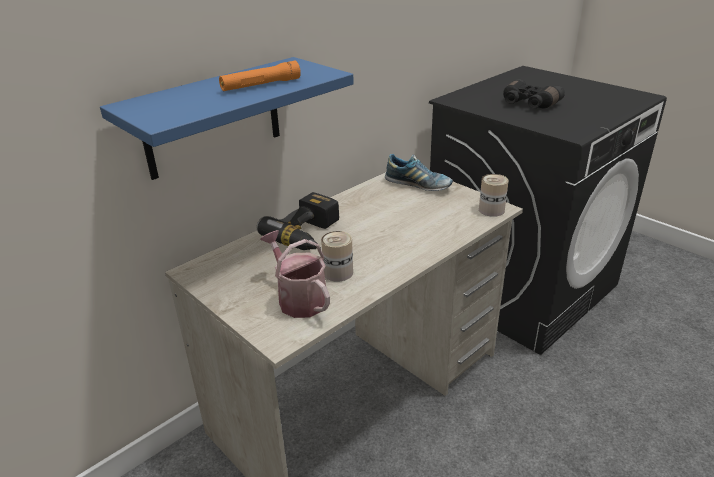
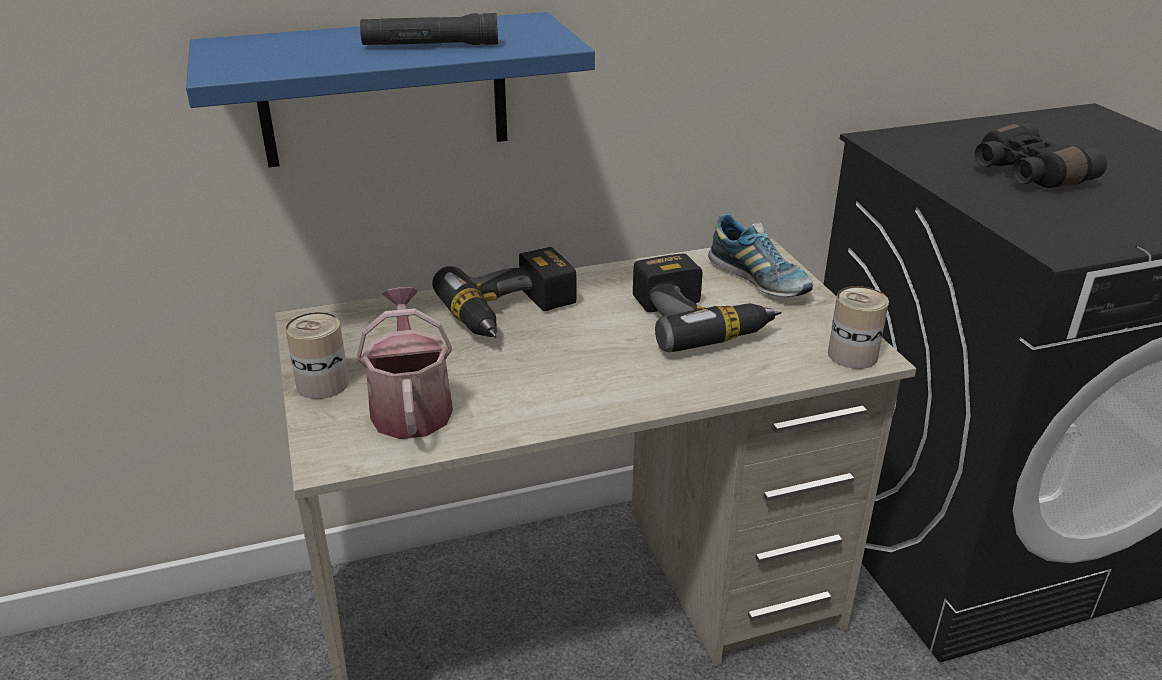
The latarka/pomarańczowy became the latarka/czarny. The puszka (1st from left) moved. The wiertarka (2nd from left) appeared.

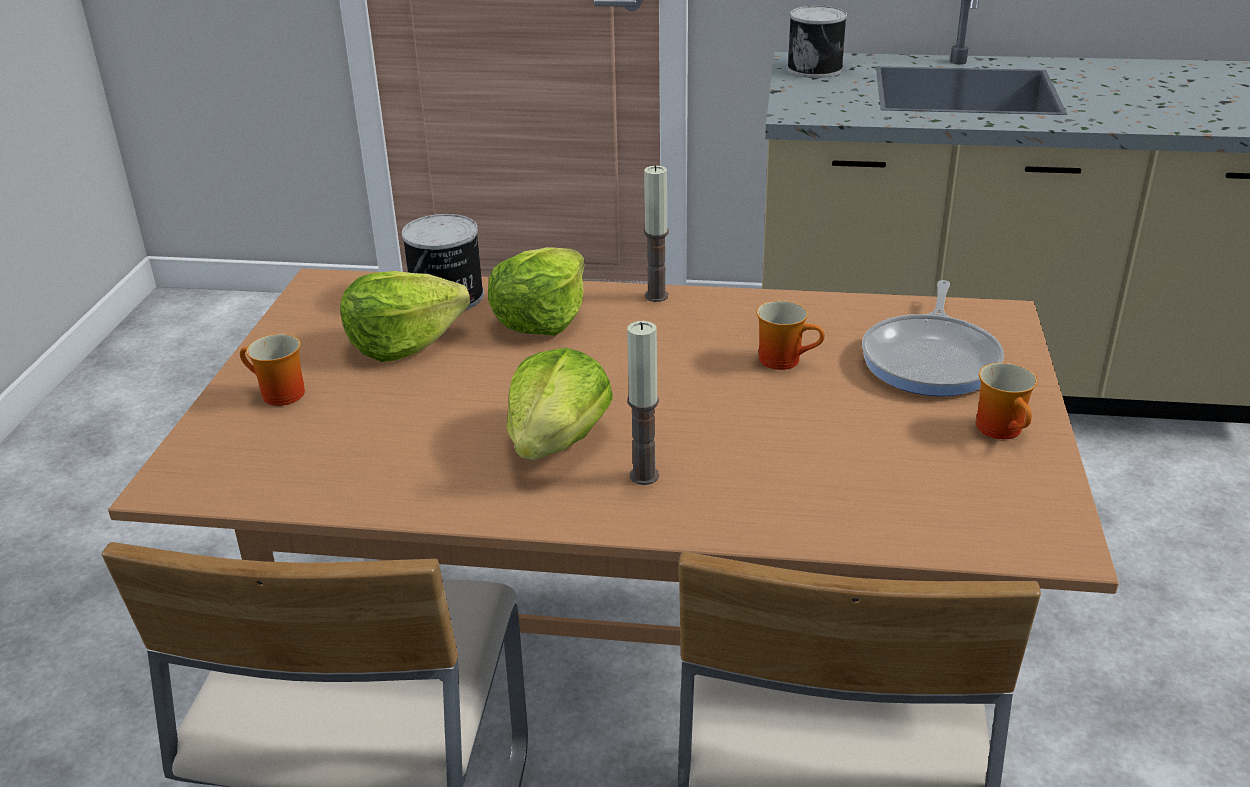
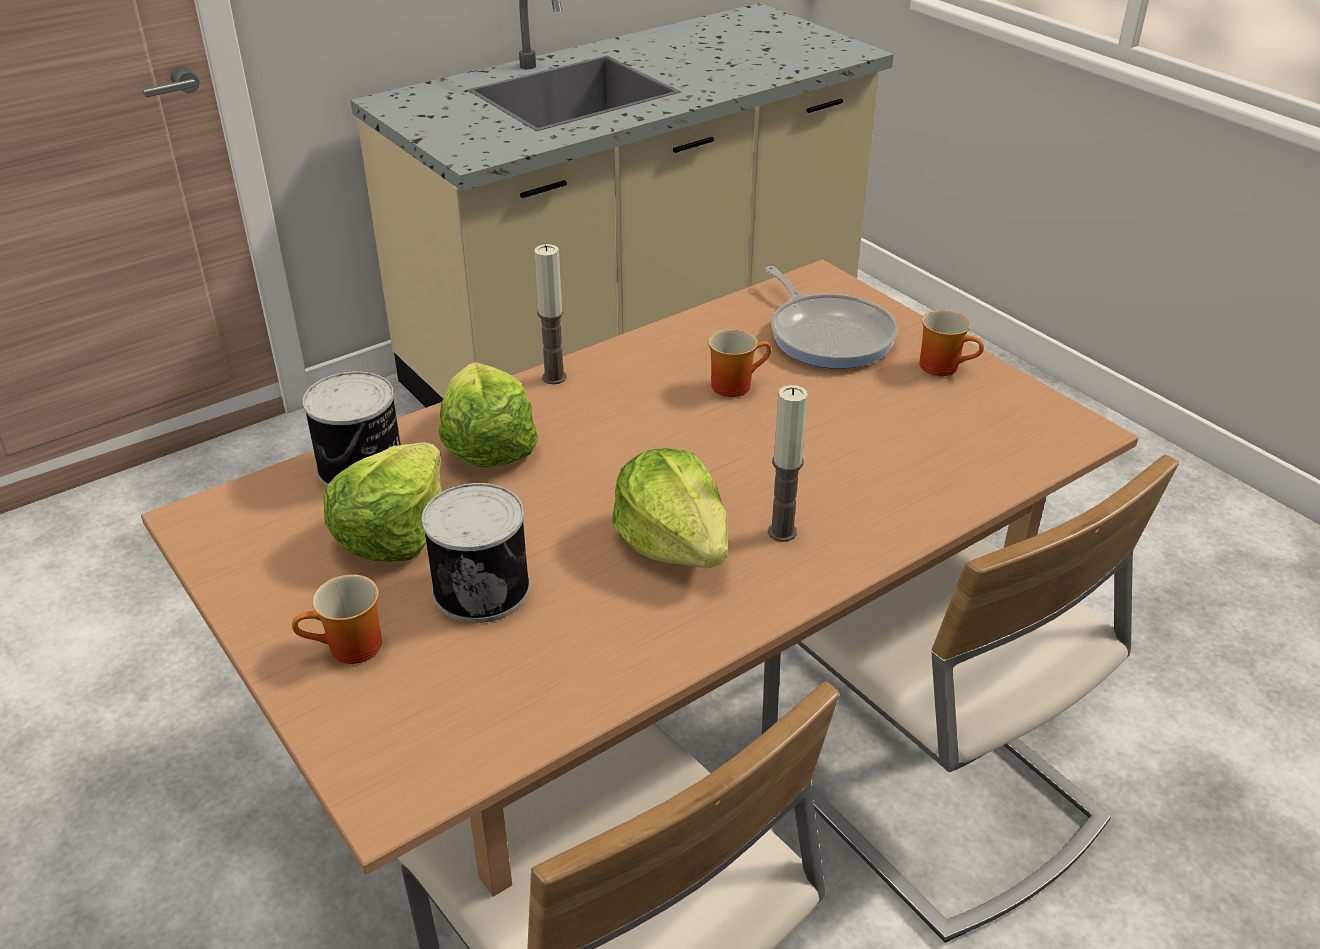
The puszka (2nd from left) moved.

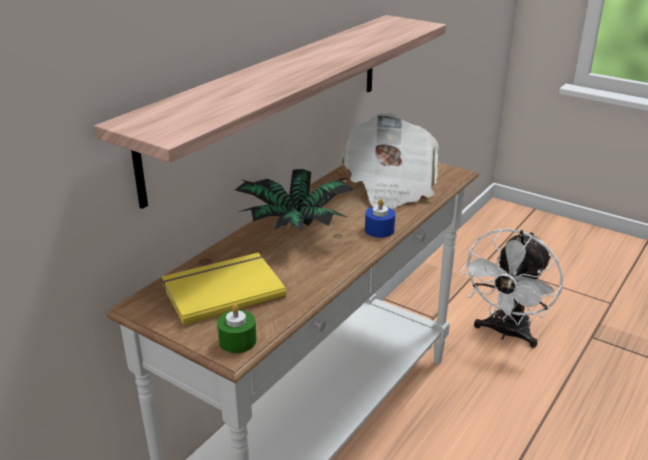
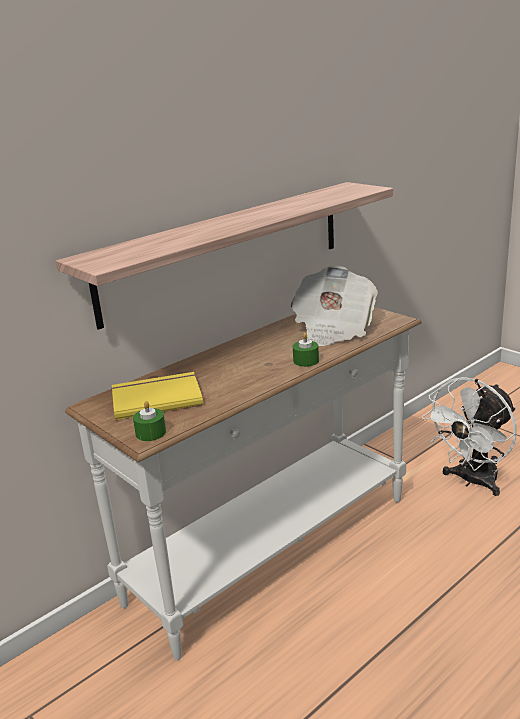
The roślina doniczkowa disappeared. The świeca/niebieski became the świeca/zielony (2nd from left).

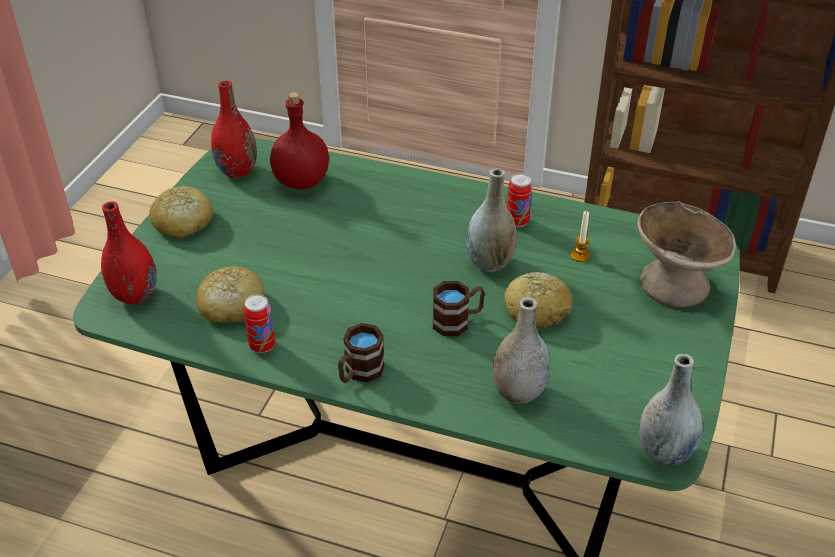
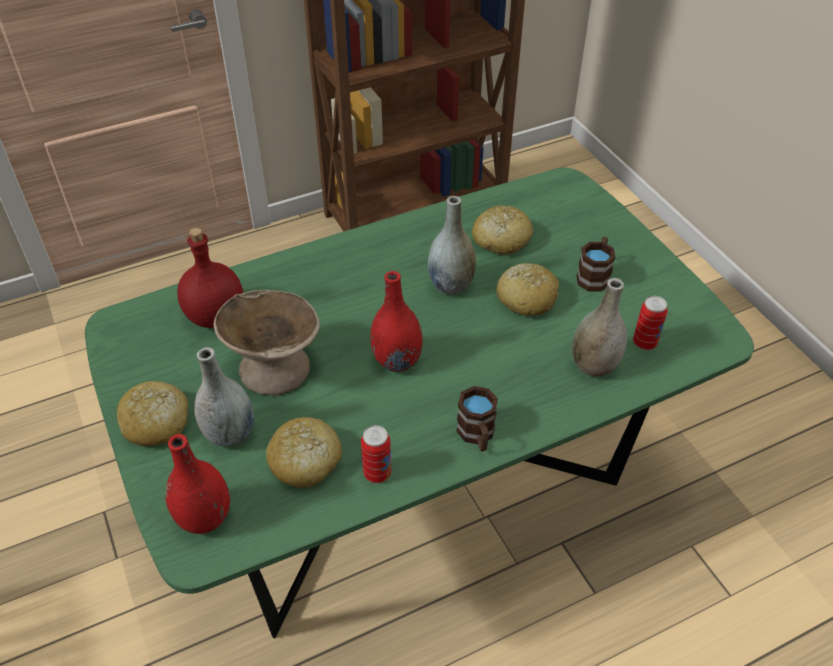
The wazon/czerwony (2nd from left) moved. The puszka (2nd from left) moved. The miska/beżowy moved. The świeca was replaced by the chleb (3rd from left). The kubek/brązowy (2nd from left) moved. The wazon/szary (3rd from left in the first image) moved.

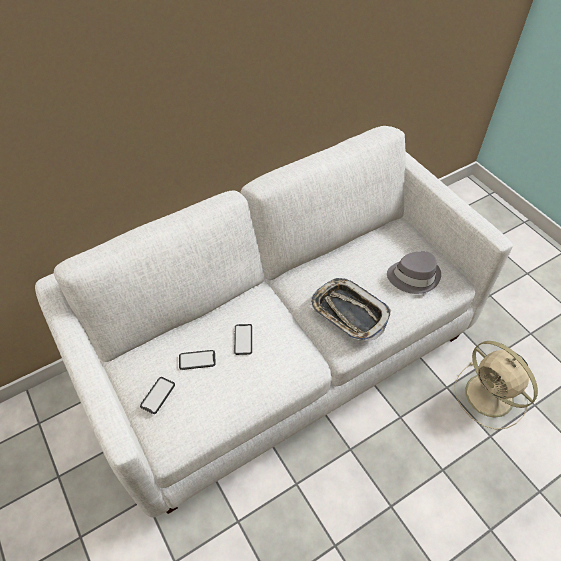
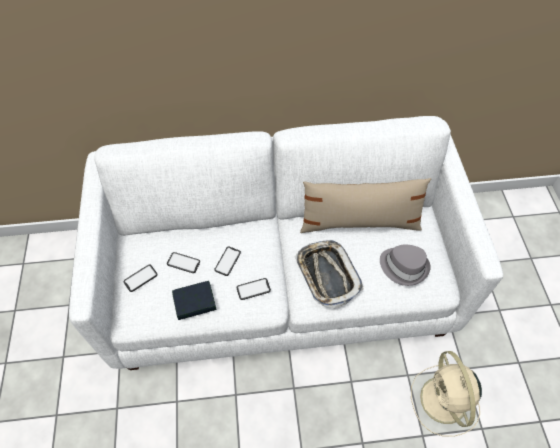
The poduszka/beżowy appeared. The telefon (4th from left) appeared. The książka appeared.

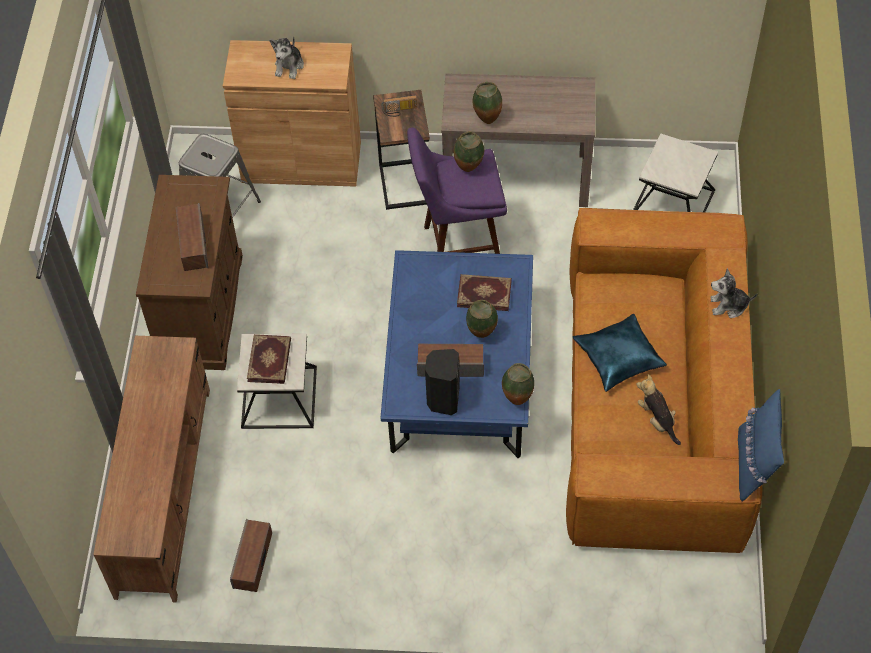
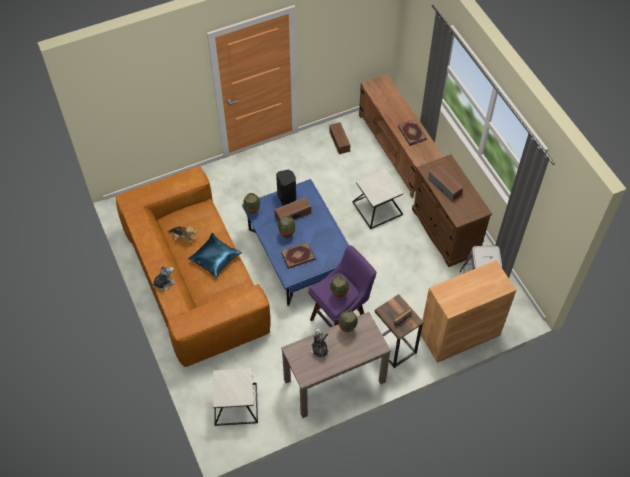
The pluszak (1st from left in the first image) moved. The książka (1st from left in the first image) moved. The poduszka/niebieski (2nd from left) disappeared.

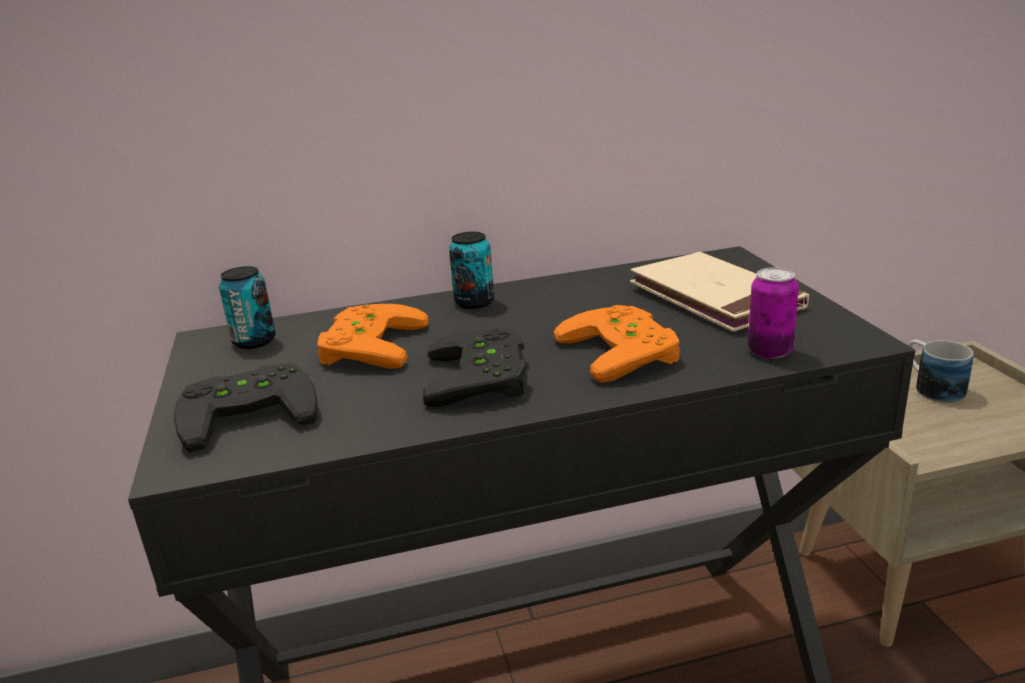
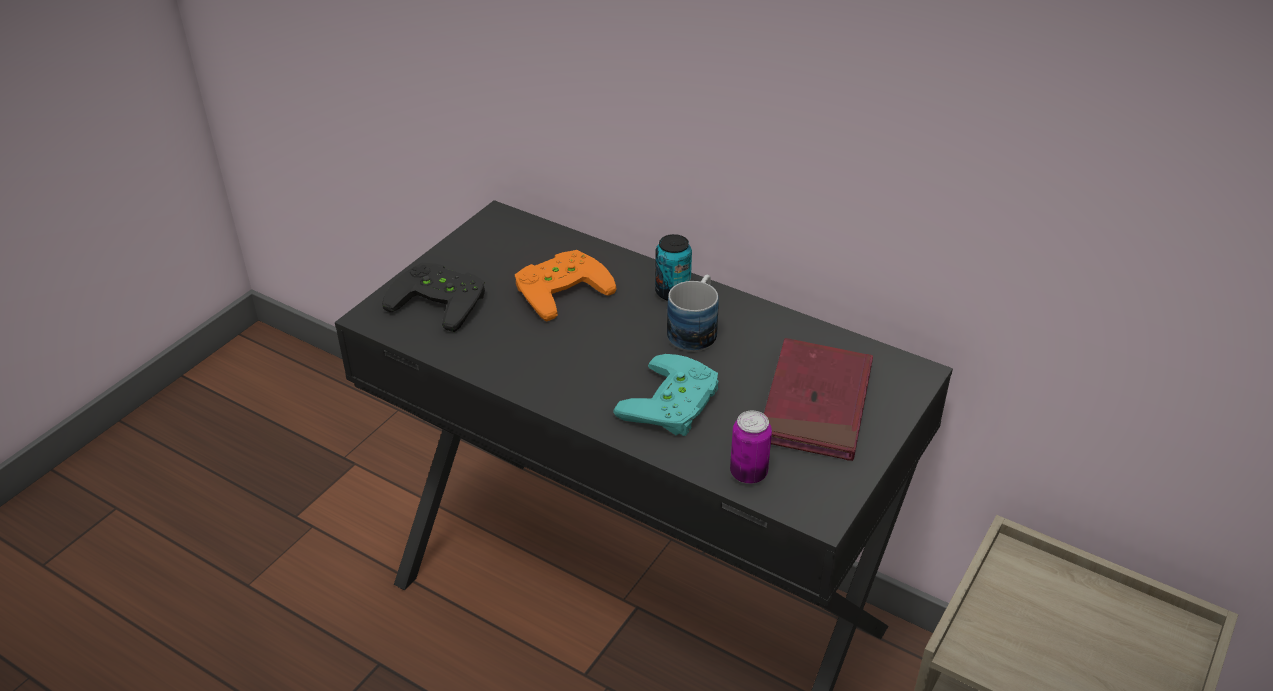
The książka/beżowy became the książka/czerwony. The puszka (1st from left) disappeared. The pad do gier/pomarańczowy (2nd from left) became the pad do gier/turkusowy. The pad do gier/czarny (2nd from left) disappeared. The kubek moved.

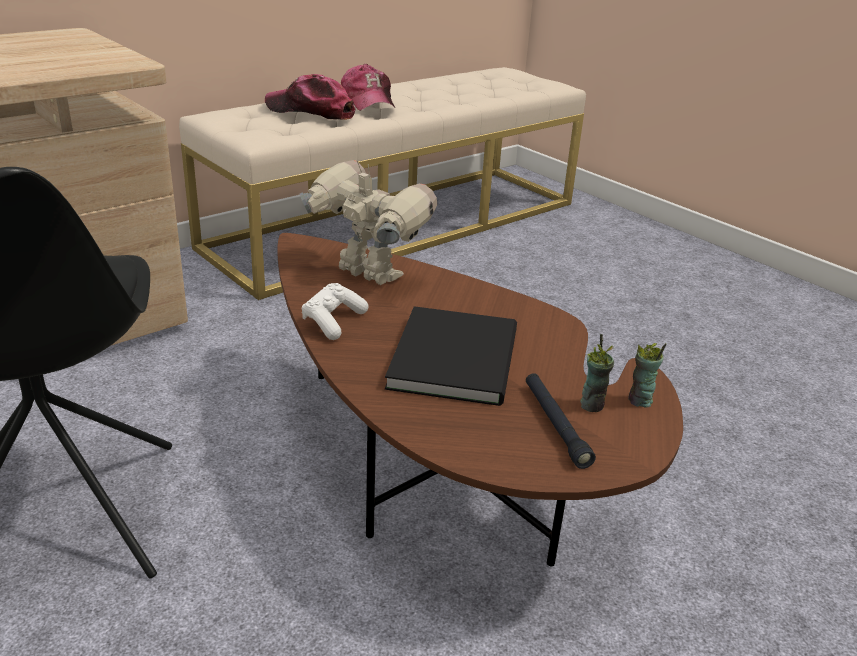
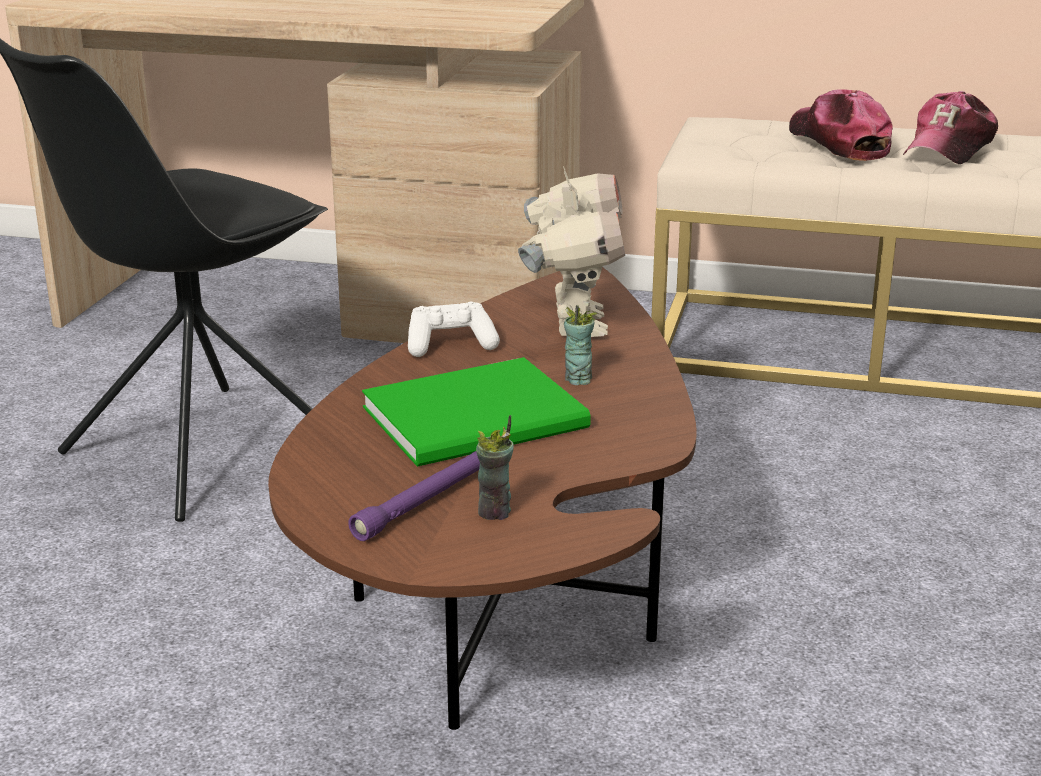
The książka/czarny became the książka/zielony. The filiżanka (2nd from left) moved. The latarka/czarny became the latarka/fioletowy.

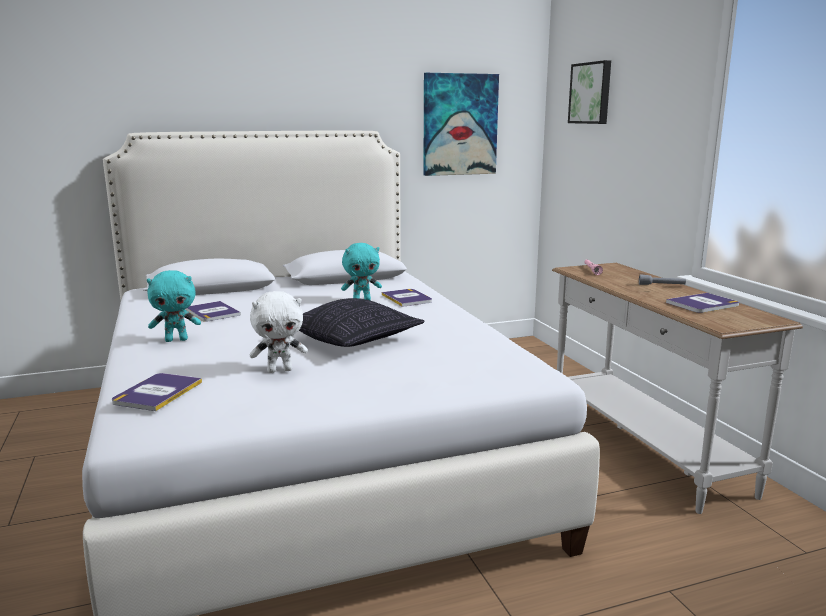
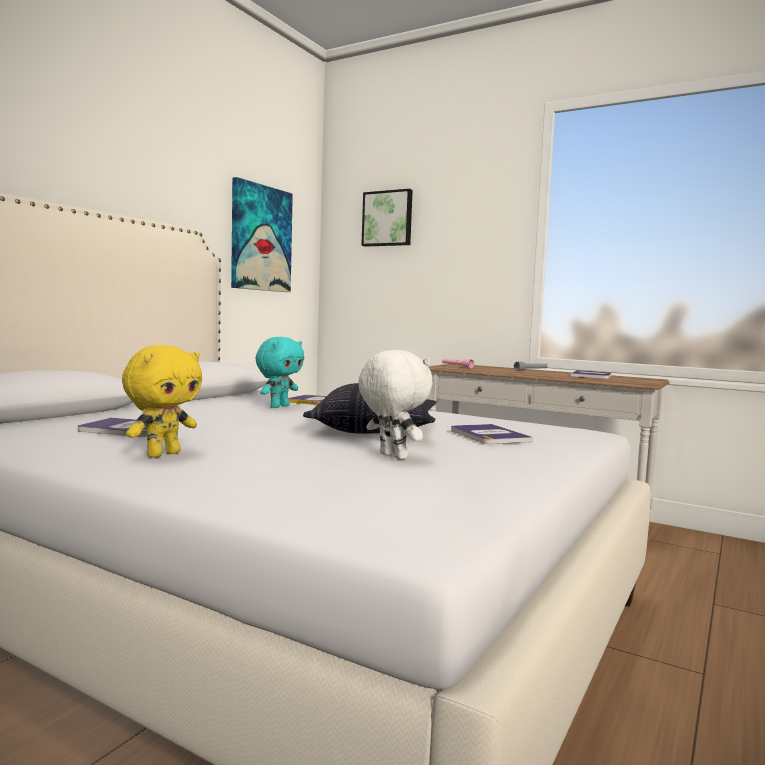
The pluszak/turkusowy (1st from left) became the pluszak/żółty. The pluszak/biały turned 75 degrees counterclockwise. The książka (1st from left in the first image) moved.

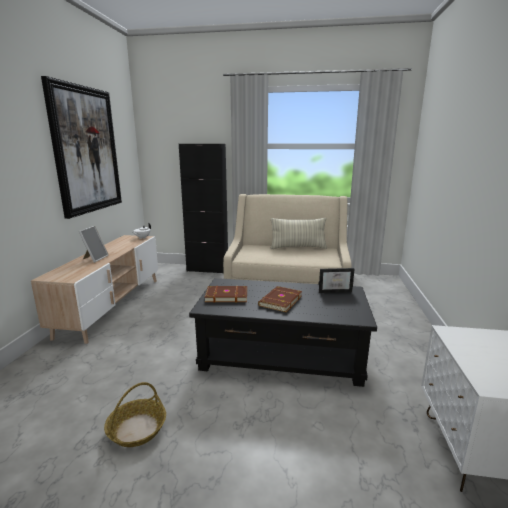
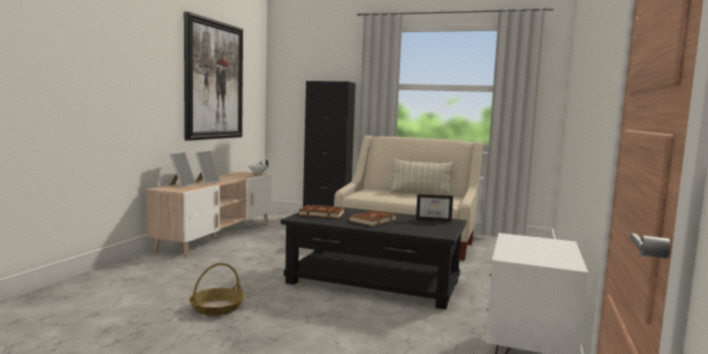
The ramka na zdjęcie (1st from left) appeared.

